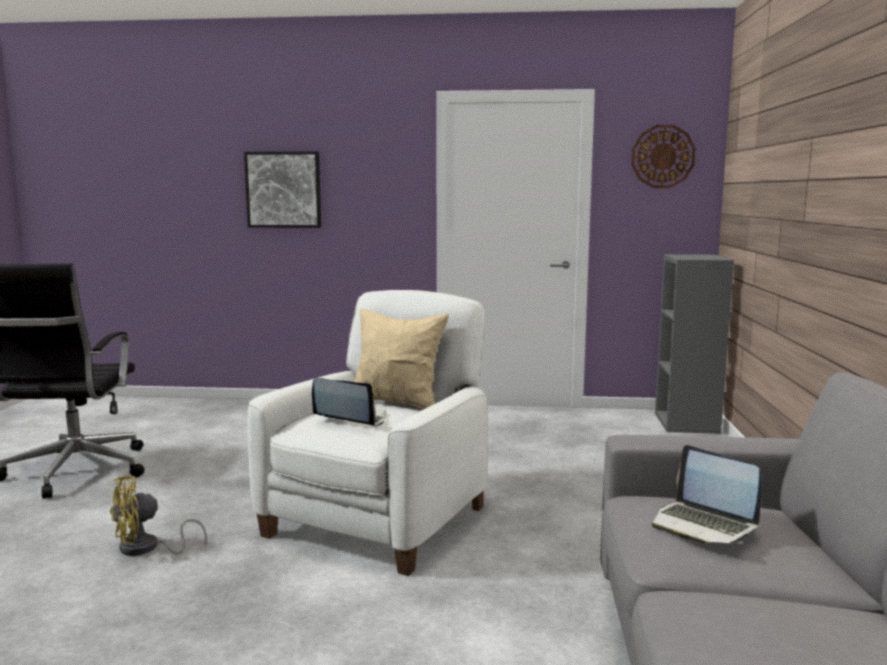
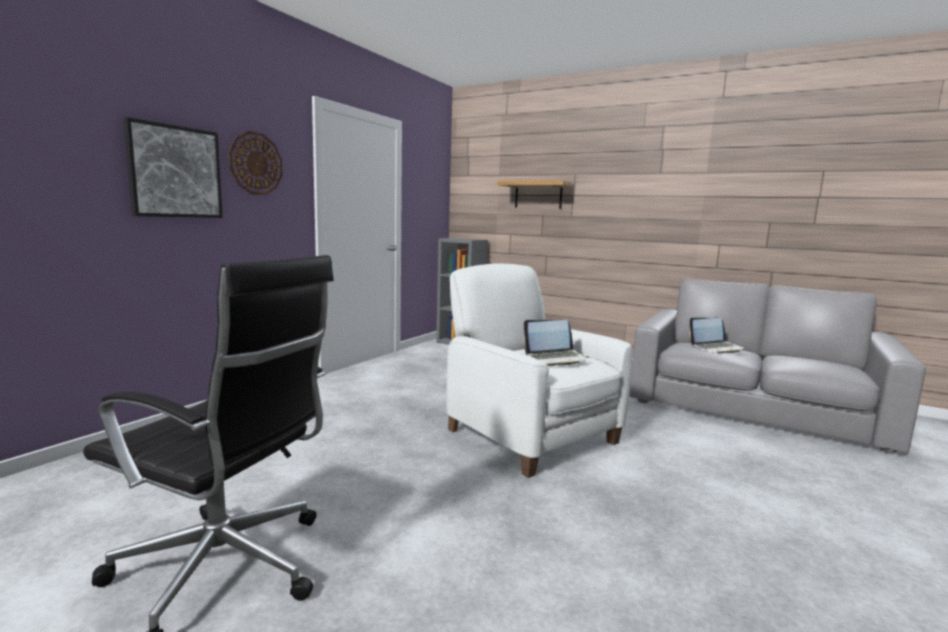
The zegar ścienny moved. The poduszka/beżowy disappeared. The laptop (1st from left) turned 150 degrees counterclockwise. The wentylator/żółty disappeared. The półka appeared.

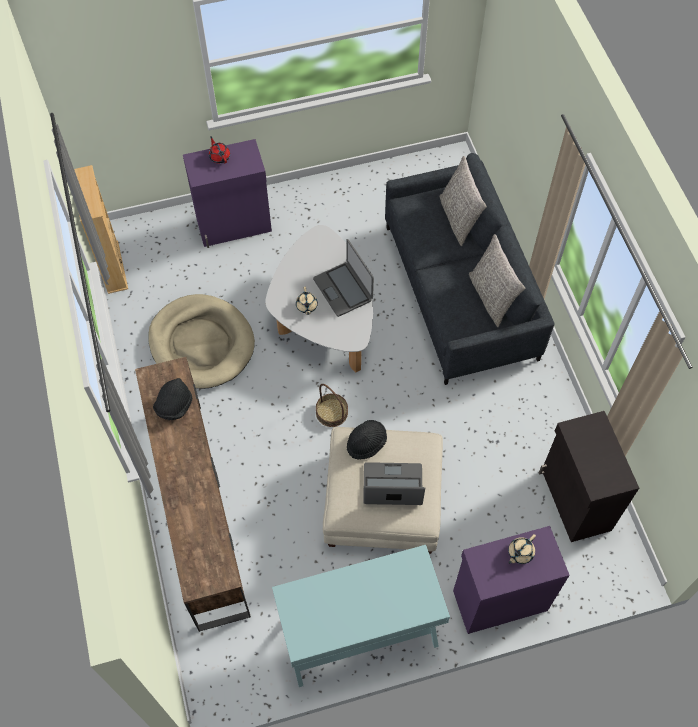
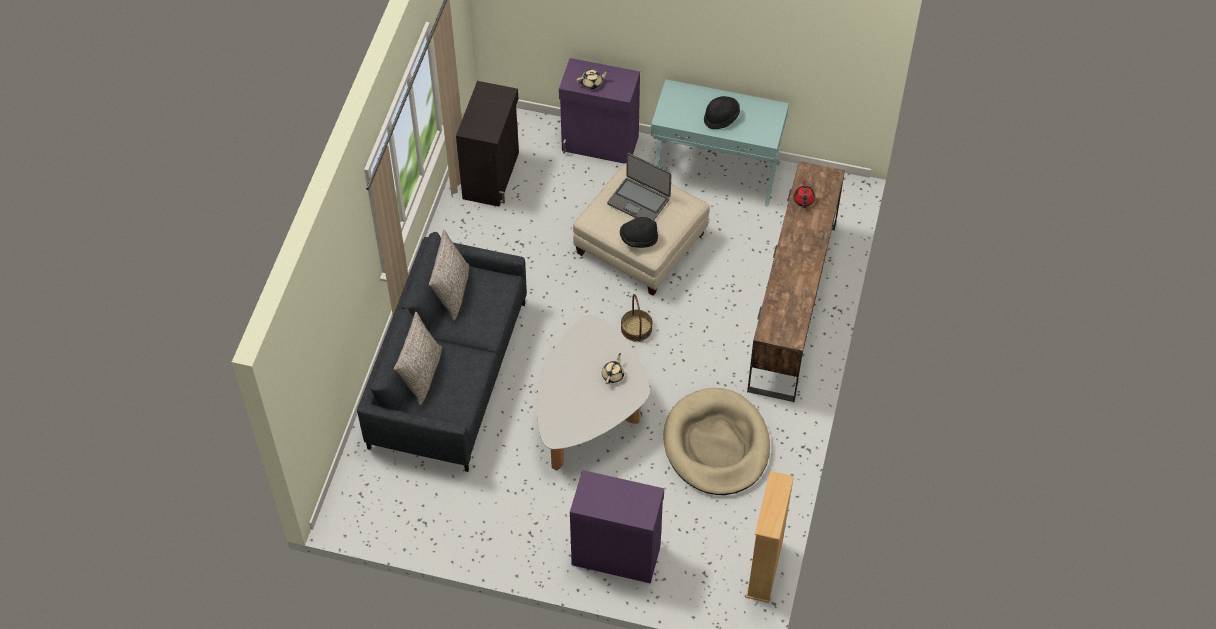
The imbryk/czerwony moved. The laptop (1st from left) disappeared. The kapelusz/czarny (1st from left in the first image) moved.

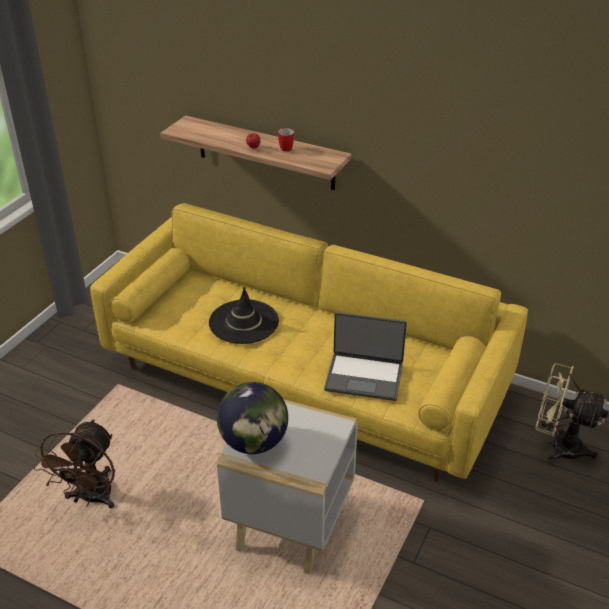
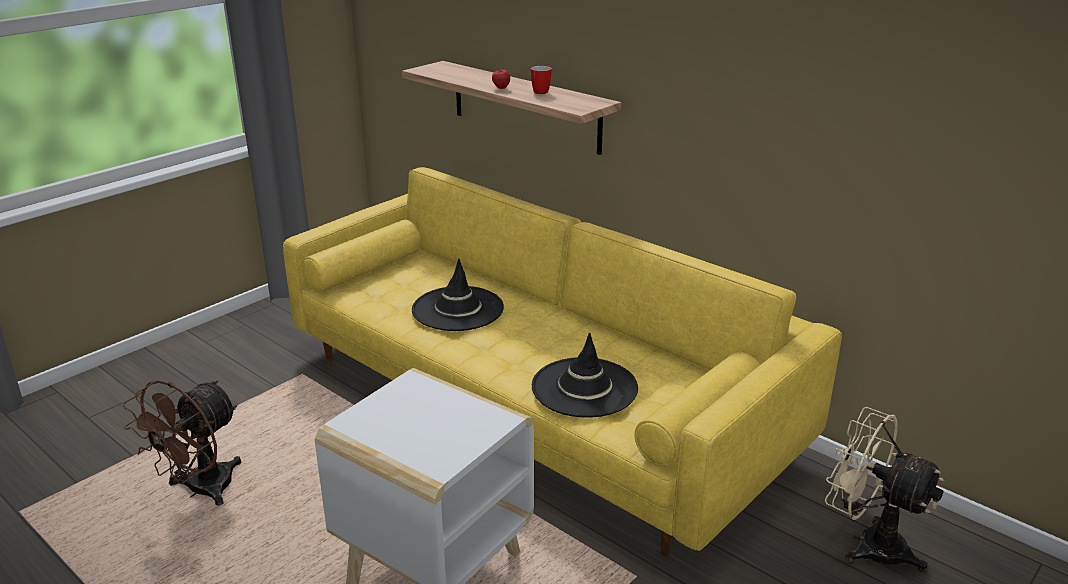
The laptop was replaced by the kapelusz/czarny (2nd from left). The globus disappeared.

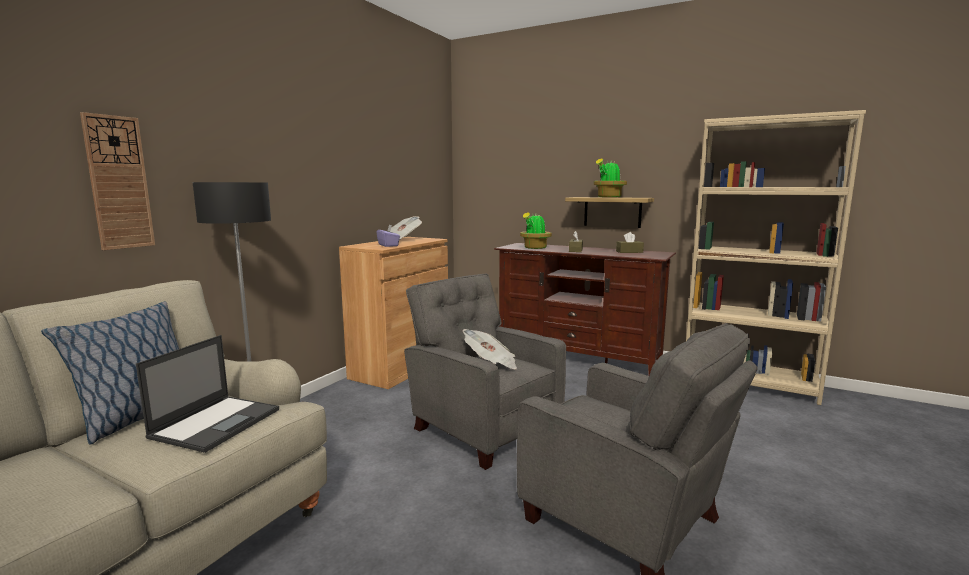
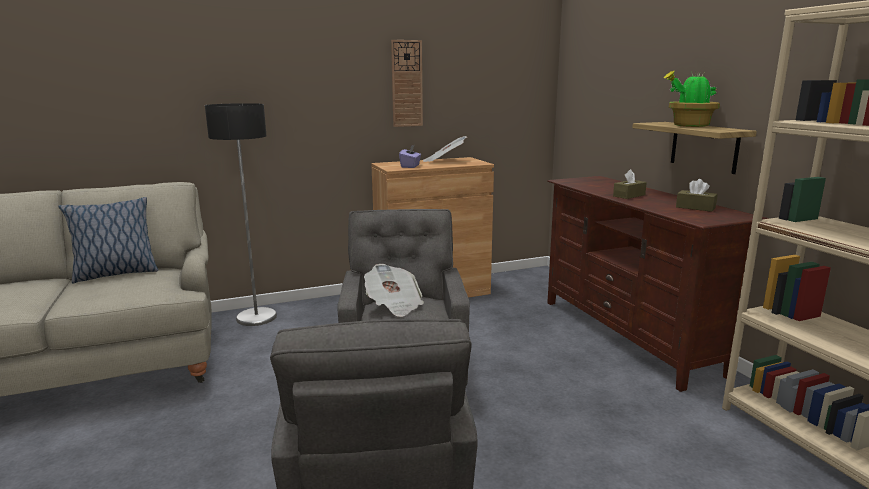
The zegar ścienny moved. The roślina doniczkowa (1st from left) disappeared. The laptop disappeared.

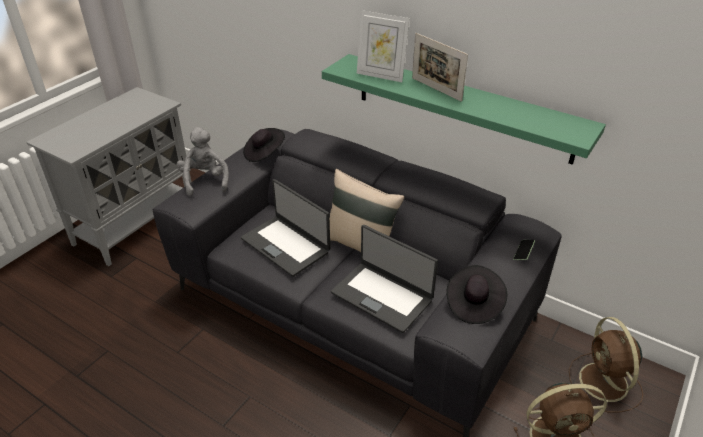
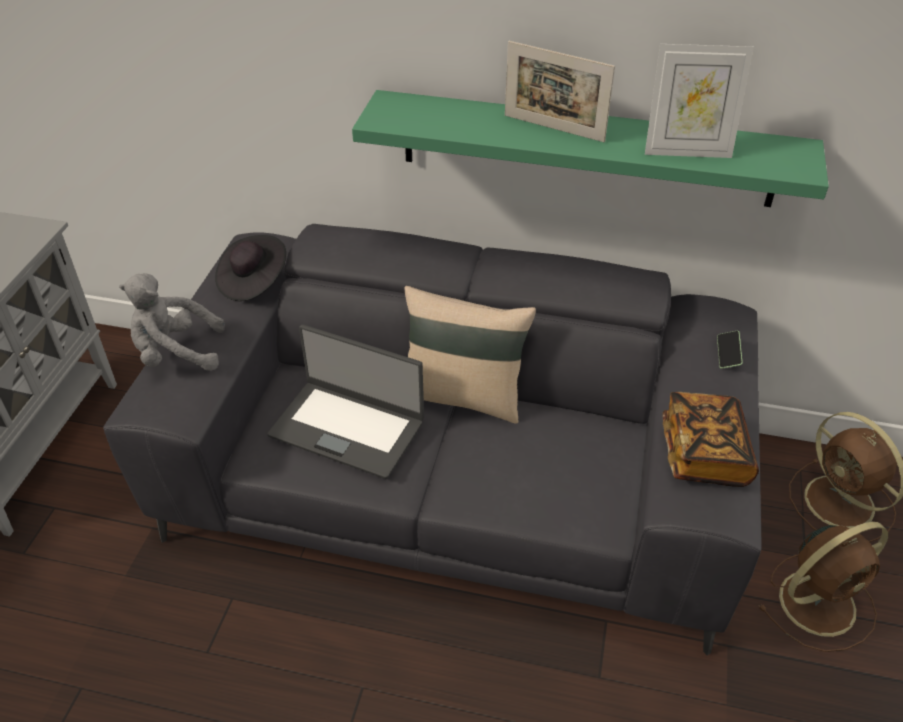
The ramka na zdjęcie (1st from left in the first image) moved. The pluszak/szary turned 60 degrees counterclockwise. The laptop (2nd from left) disappeared. The kapelusz/czarny (2nd from left) was replaced by the książka.

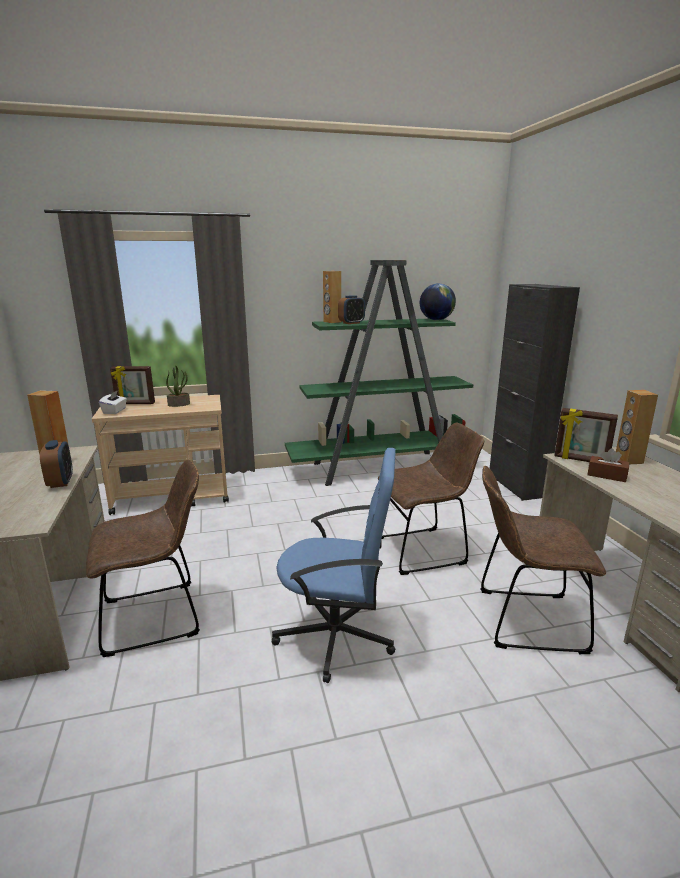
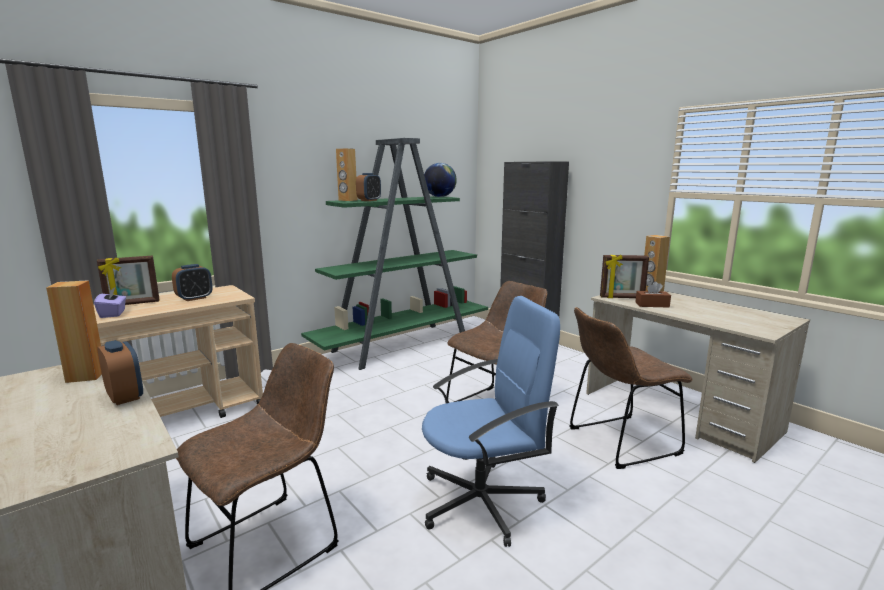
The roślina doniczkowa was replaced by the budzik (2nd from left). The pudełko chusteczek/biały became the pudełko chusteczek/fioletowy.

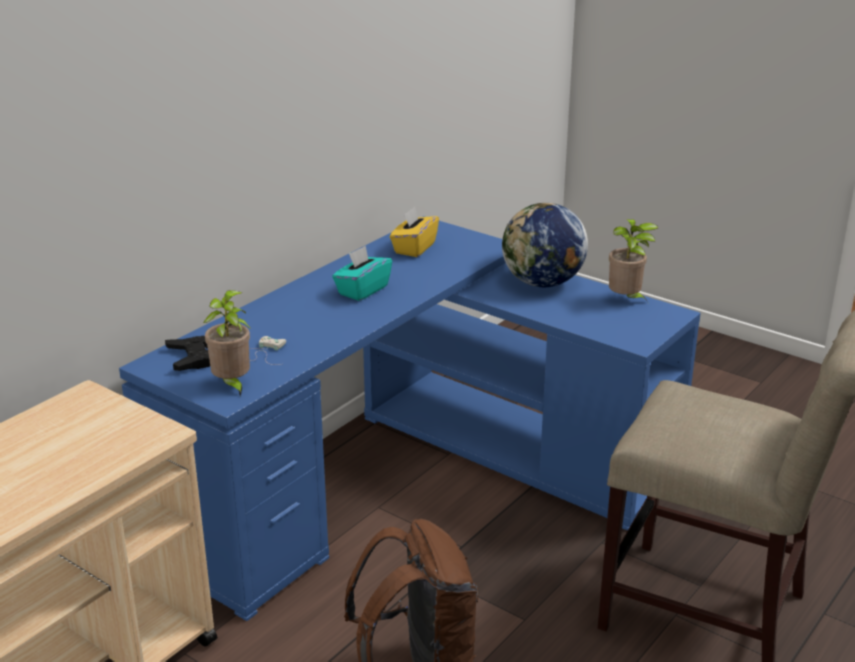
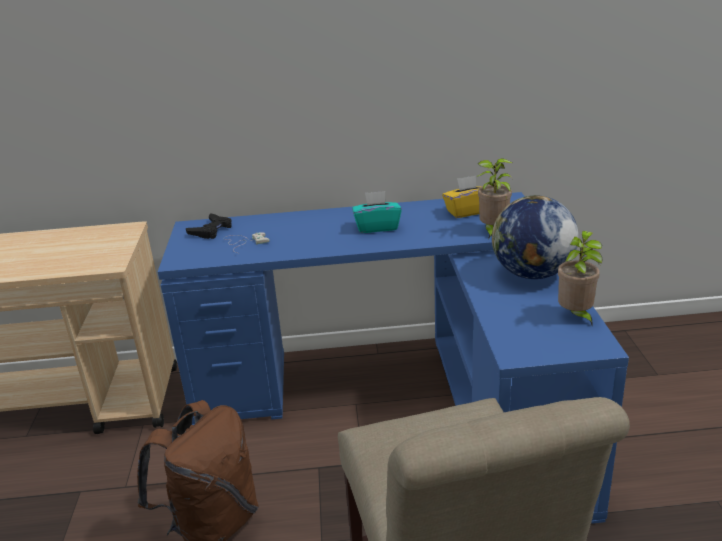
The roślina doniczkowa (1st from left) moved.

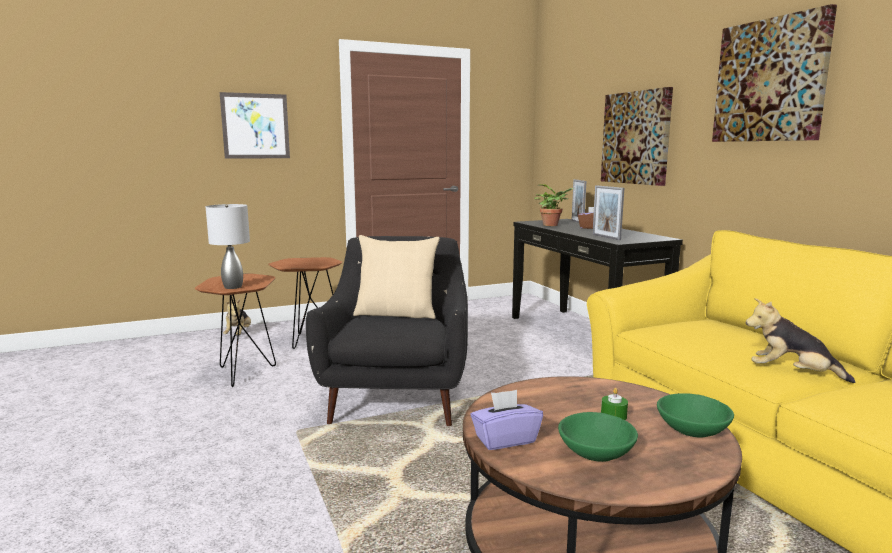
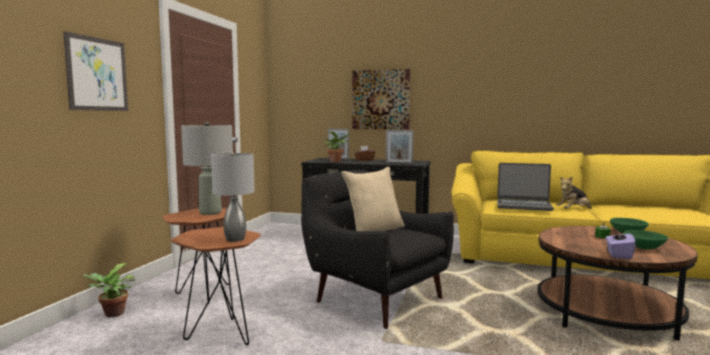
The obraz (3rd from left) disappeared. The pluszak (1st from left) was replaced by the roślina doniczkowa (1st from left). The lampa stołowa/szary (1st from left) appeared. The laptop appeared.

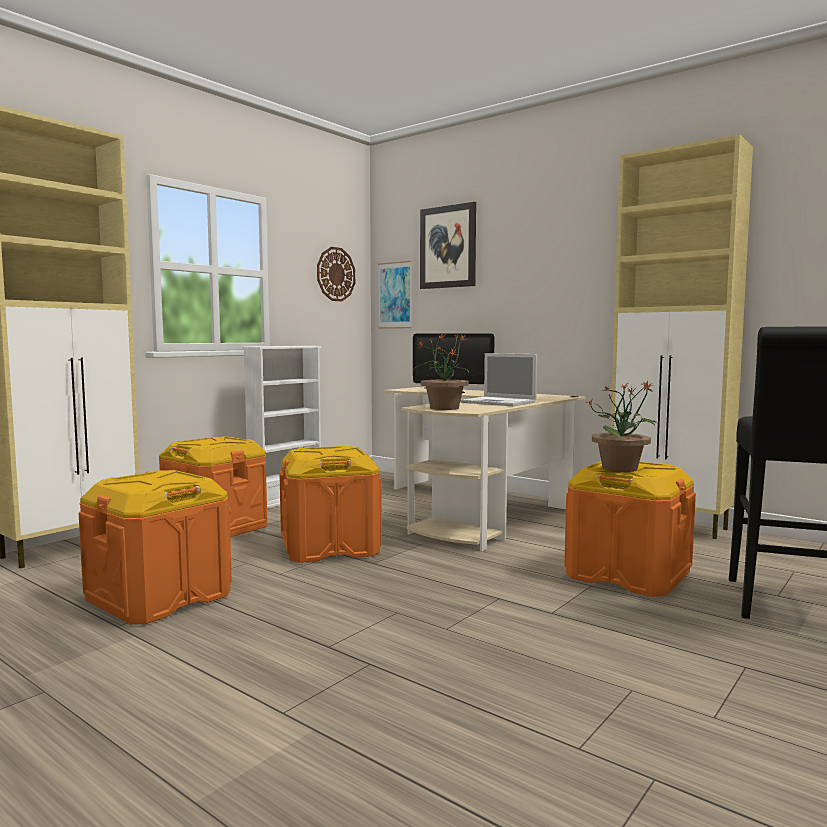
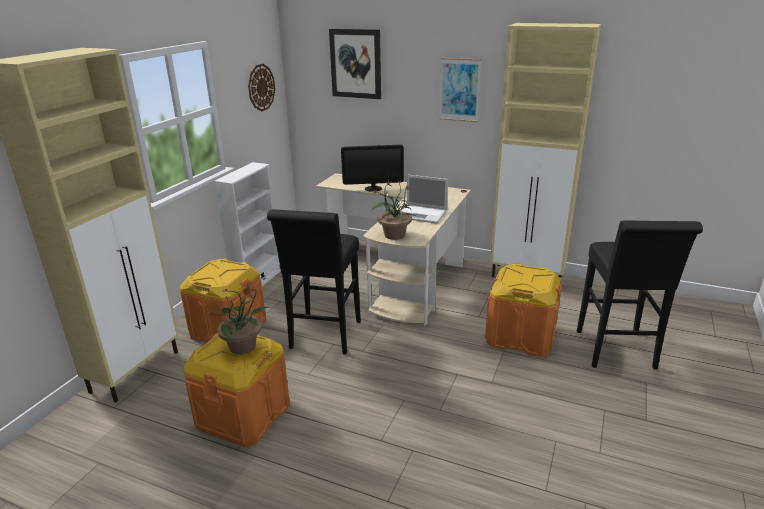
The obraz (1st from left in the first image) moved. The roślina doniczkowa (2nd from left in the first image) moved. The pojemnik do przechowywania/pomarańczowy (3rd from left) was replaced by the stołek/czarny (1st from left).

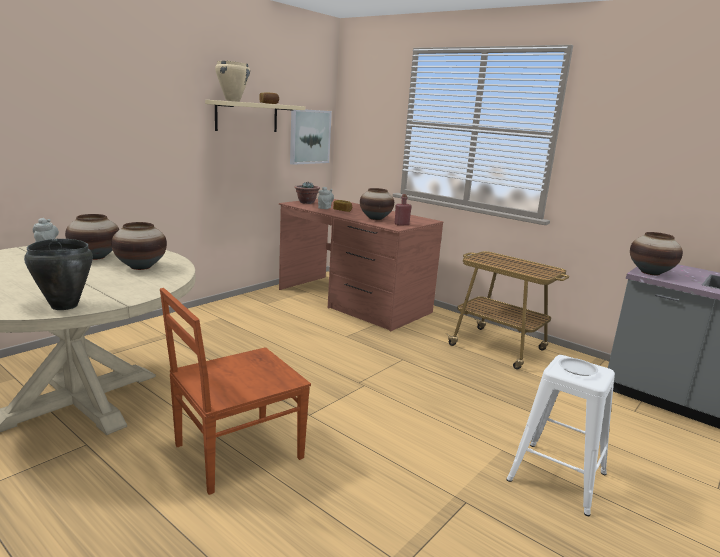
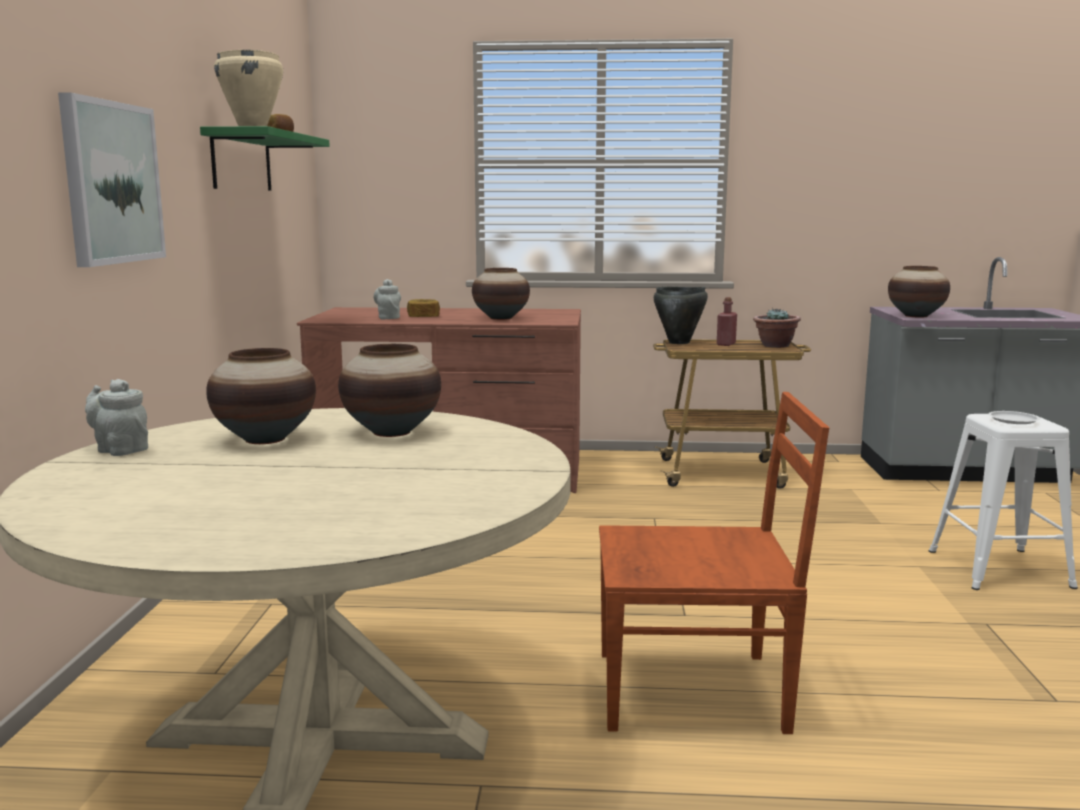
The półka/beżowy became the półka/zielony. The obraz moved. The roślina doniczkowa moved. The butelka/czerwony moved. The garnek/czarny moved. The krzesło/brązowy turned 105 degrees counterclockwise.

